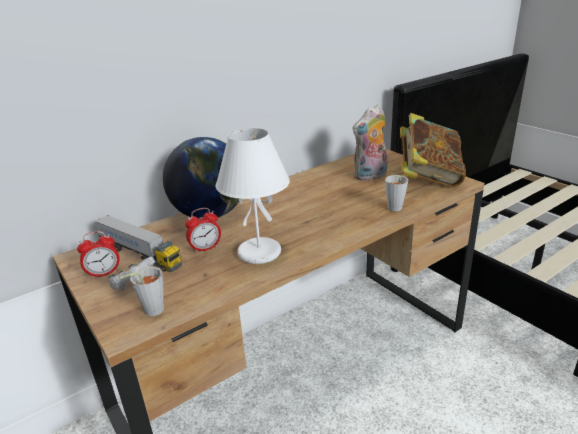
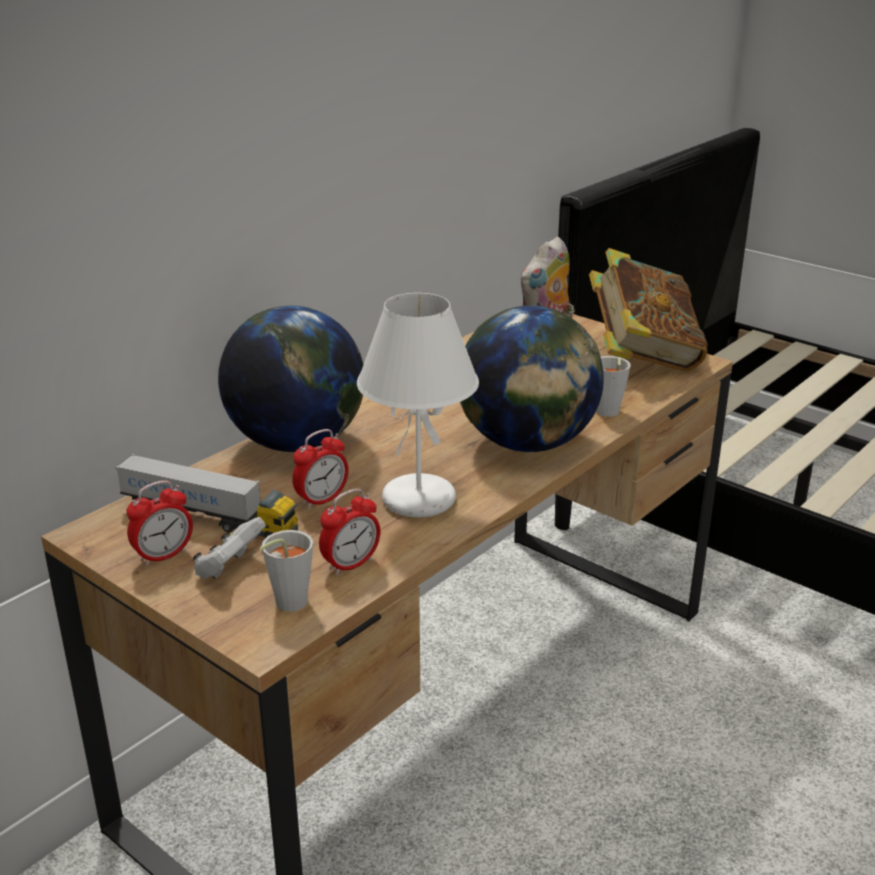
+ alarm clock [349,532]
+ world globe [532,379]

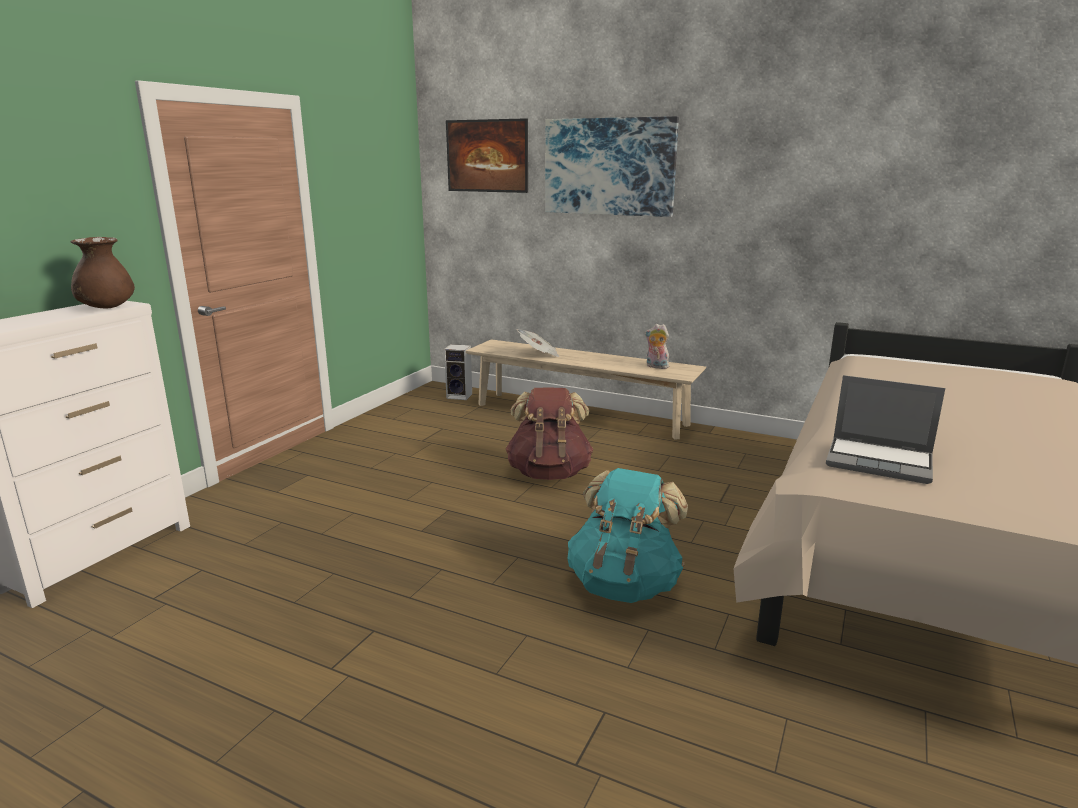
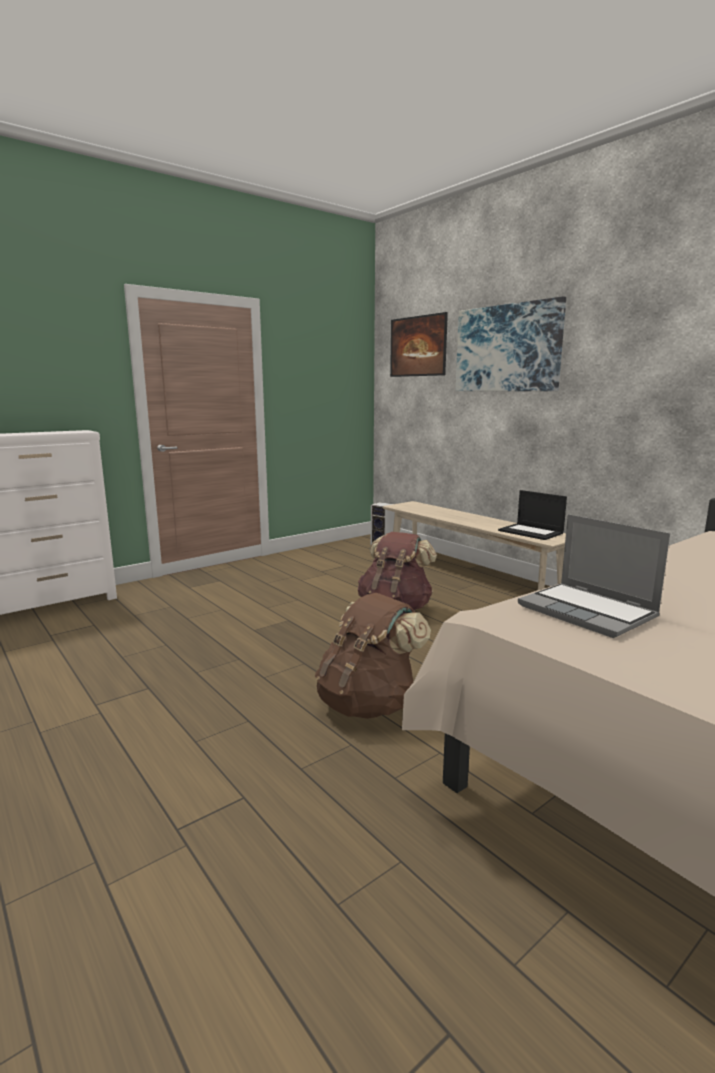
- vase/brown-coloured [103,273]
- printed paper [538,343]
~ rucksack/blue-green [627,535] to rucksack/brown-coloured [373,656]
~ cuddly toy [657,346] to portable computer [532,515]

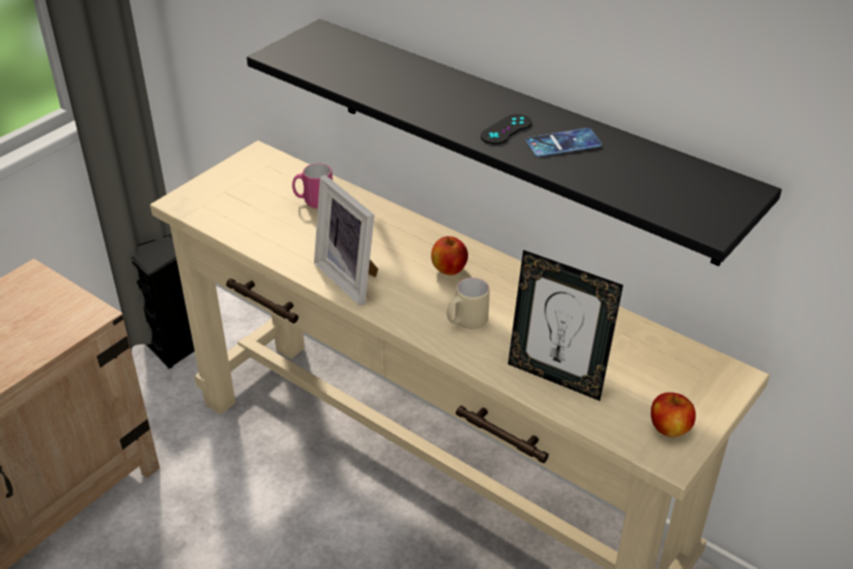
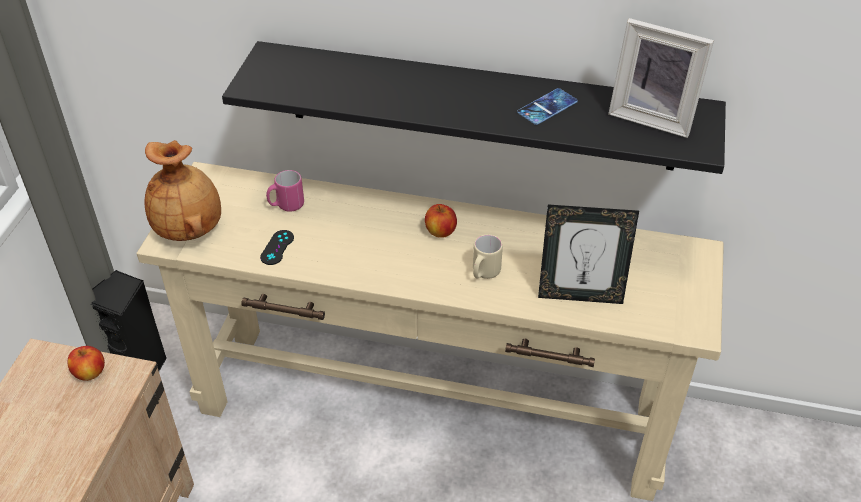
~ photo frame [346,240] to [661,78]
~ gamepad/black-coloured [506,129] to [277,247]
~ apple [673,414] to [86,363]
+ vase/brown-coloured [182,190]

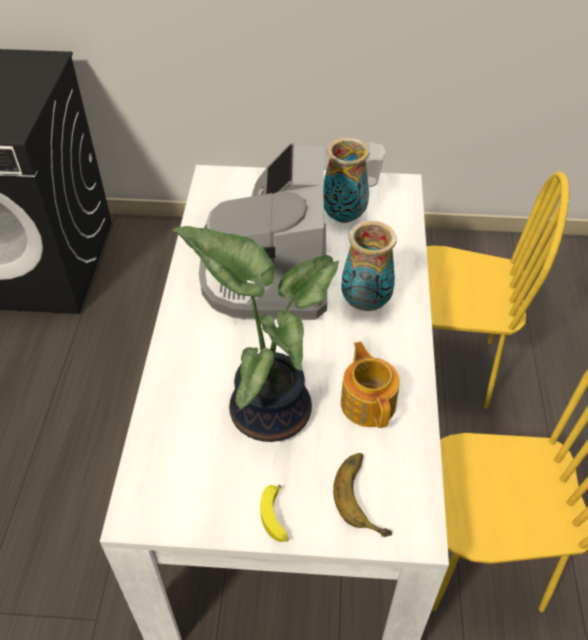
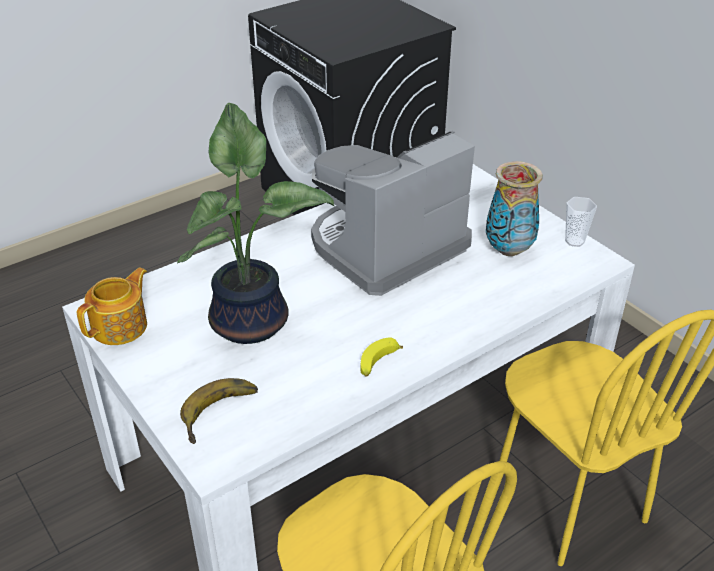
~ whole banana [274,513] to [381,357]
- vase [369,266]
~ pot for tea [370,384] to [112,306]

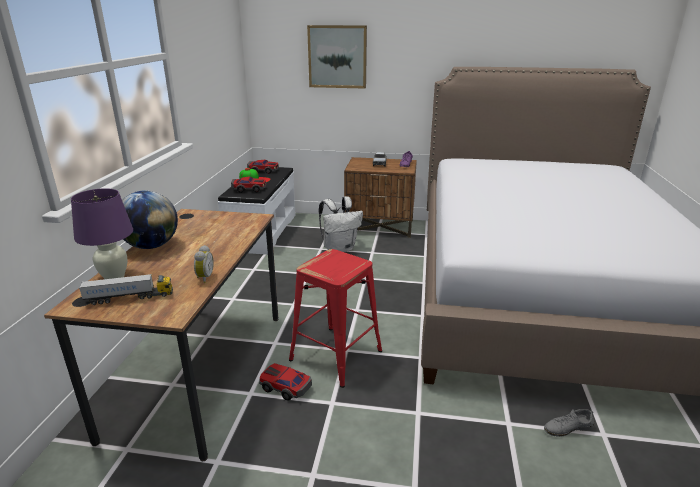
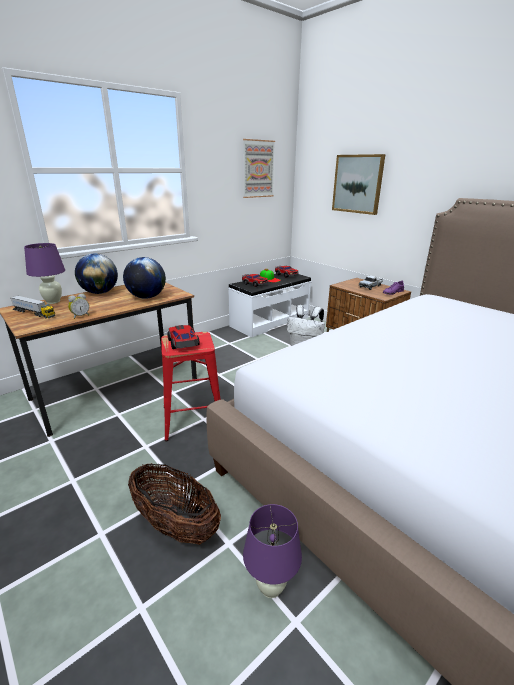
~ toy car [285,382] to [183,337]
~ shoe/grey [569,423] to table lamp/purple-coloured [272,551]
+ world globe [144,278]
+ household basket [174,504]
+ picture [259,168]

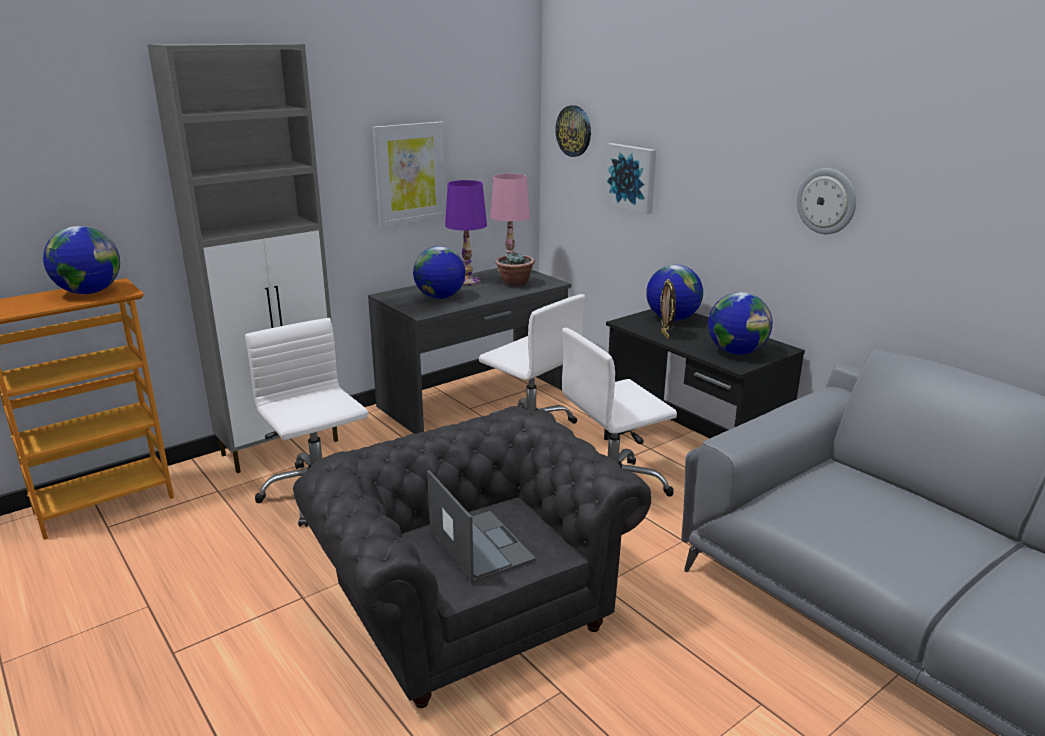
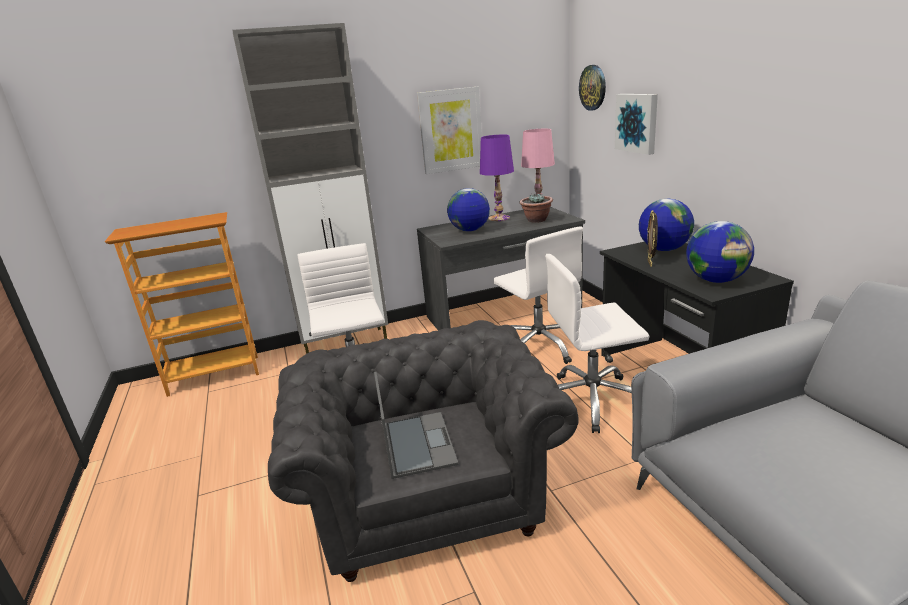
- world globe [81,260]
- wall clock [826,201]

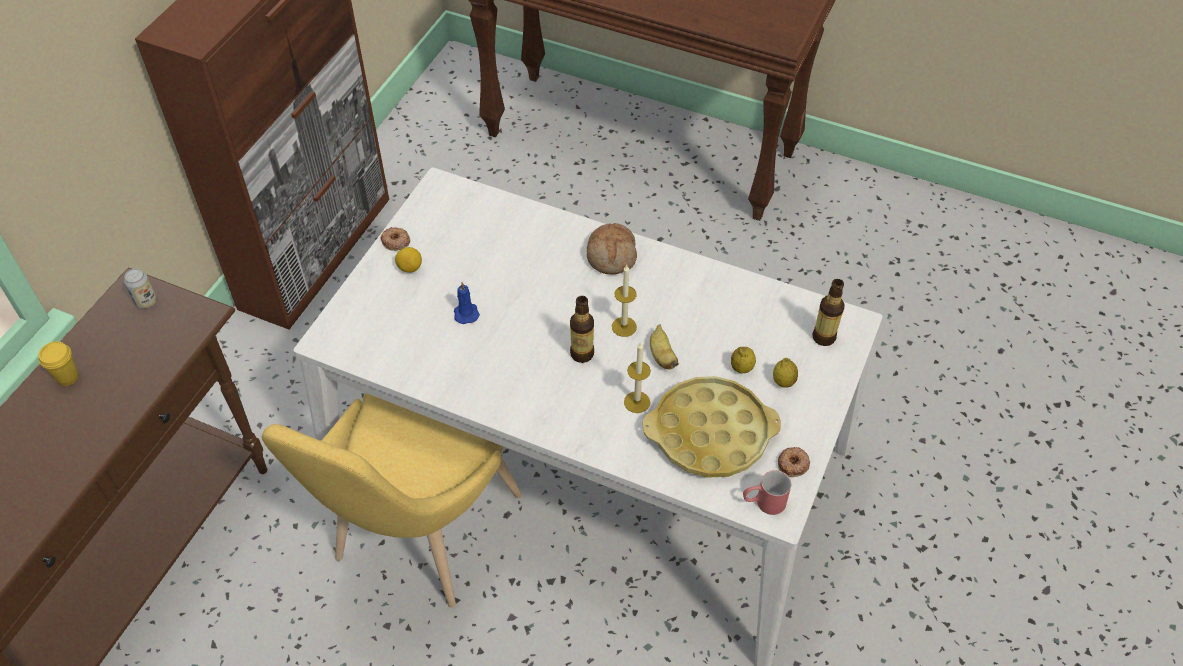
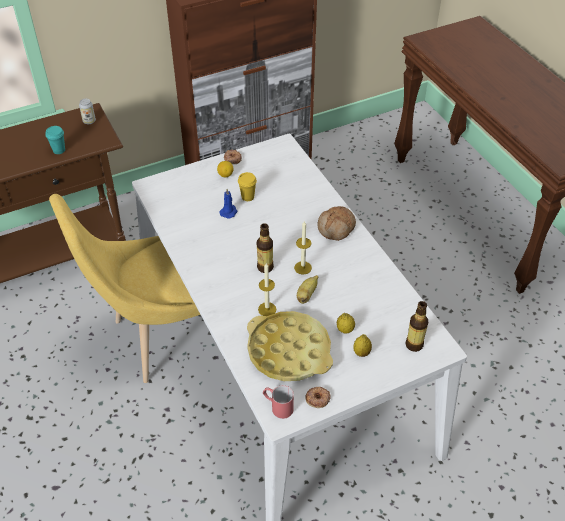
~ drinking cup/yellowish [58,363] to [247,186]
+ drinking cup/blue-green [55,140]

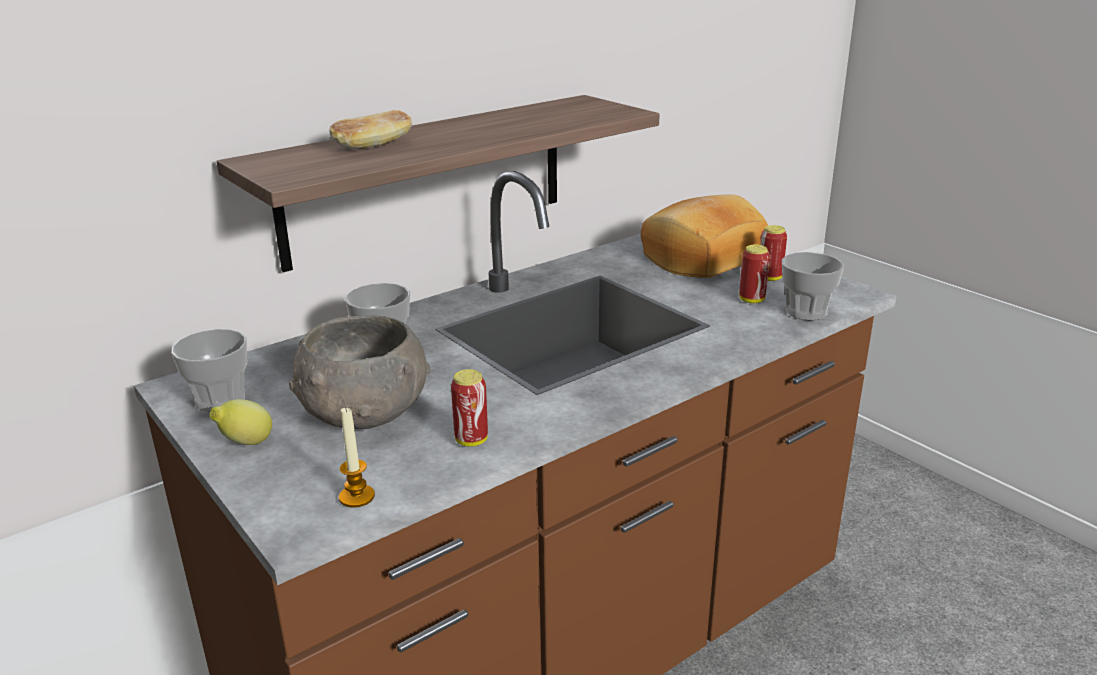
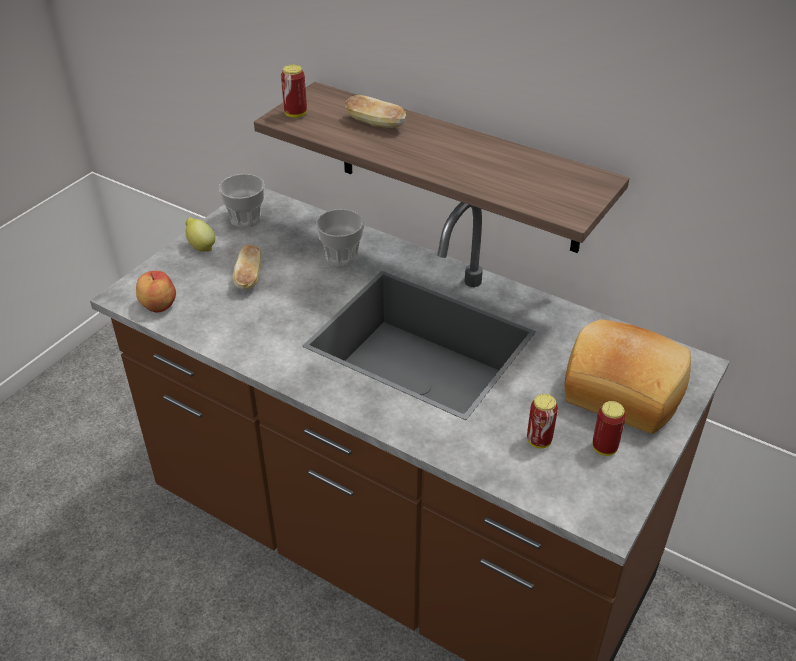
~ serving bowl/grey [359,372] to bakery bread [247,267]
~ candle [357,457] to apple [156,292]
~ sealed can [469,408] to [294,91]
- drinking cup [813,286]

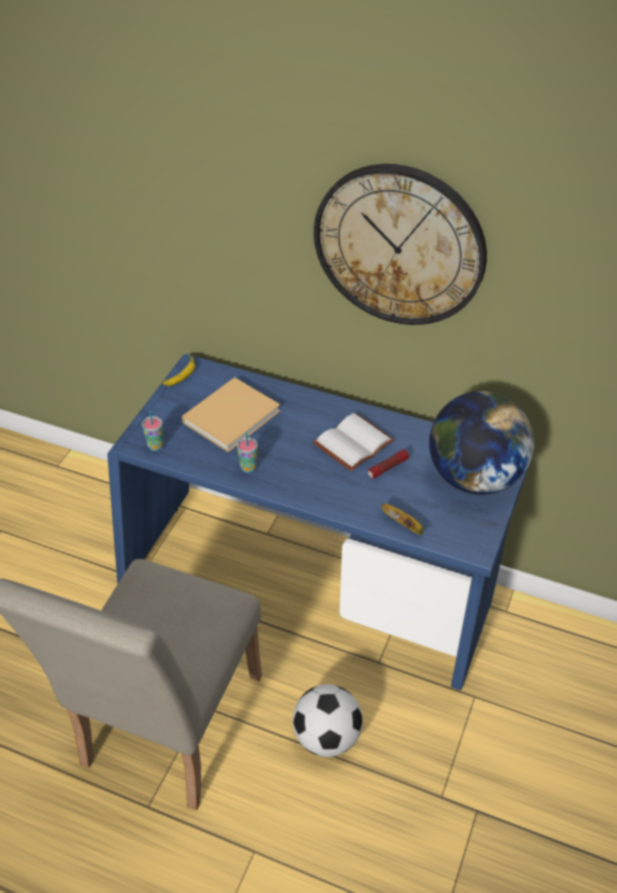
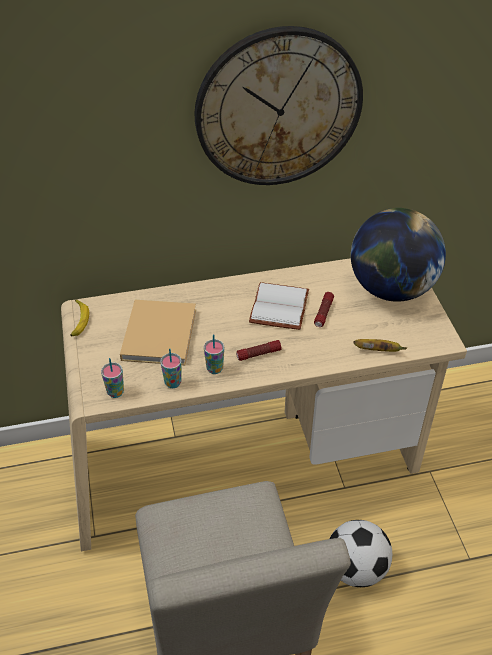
~ desk table/bluish [318,522] to desk table/beige [264,404]
+ drinking cup [171,368]
+ torch [258,350]

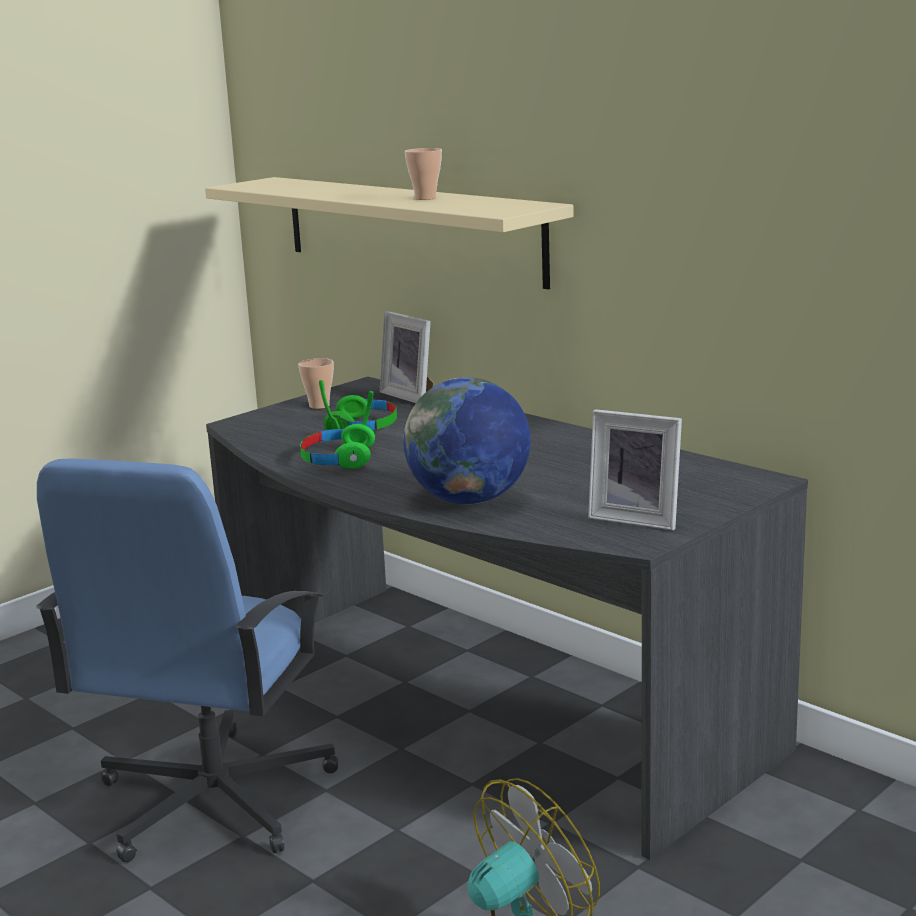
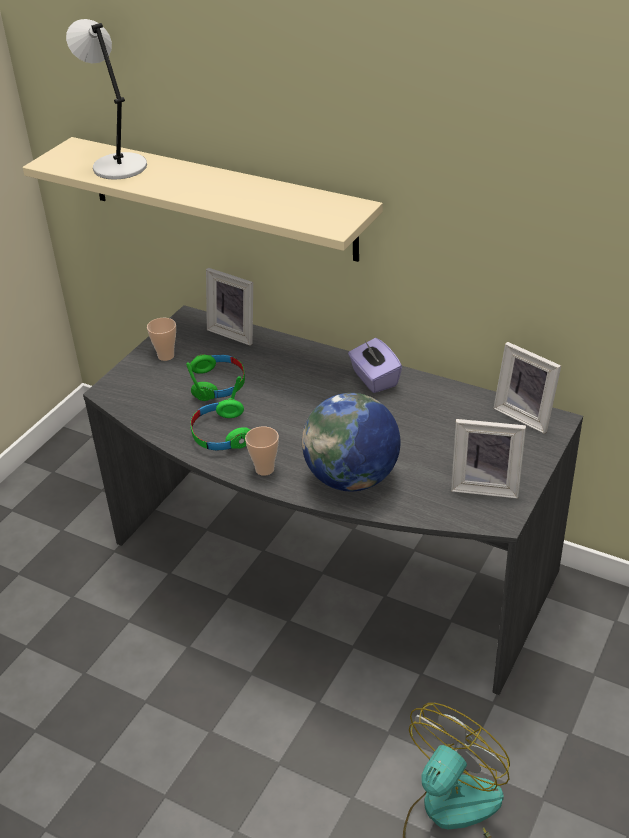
- office chair/bluish [187,660]
~ drinking cup [423,174] to [262,451]
+ table lamp/grey [106,99]
+ box of tissues/purple-coloured [375,365]
+ photo frame [527,388]

